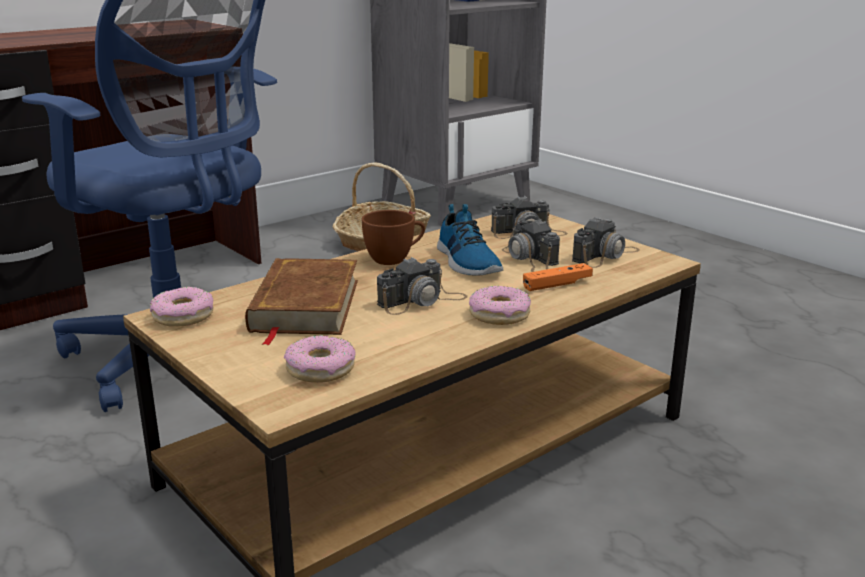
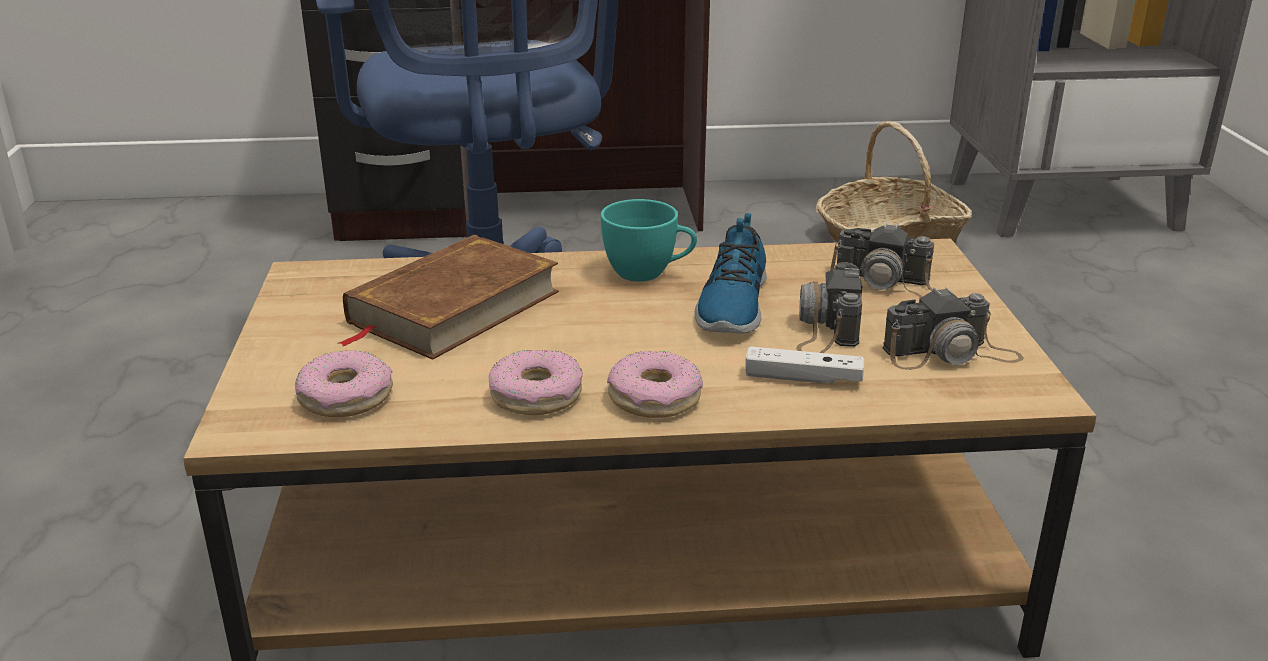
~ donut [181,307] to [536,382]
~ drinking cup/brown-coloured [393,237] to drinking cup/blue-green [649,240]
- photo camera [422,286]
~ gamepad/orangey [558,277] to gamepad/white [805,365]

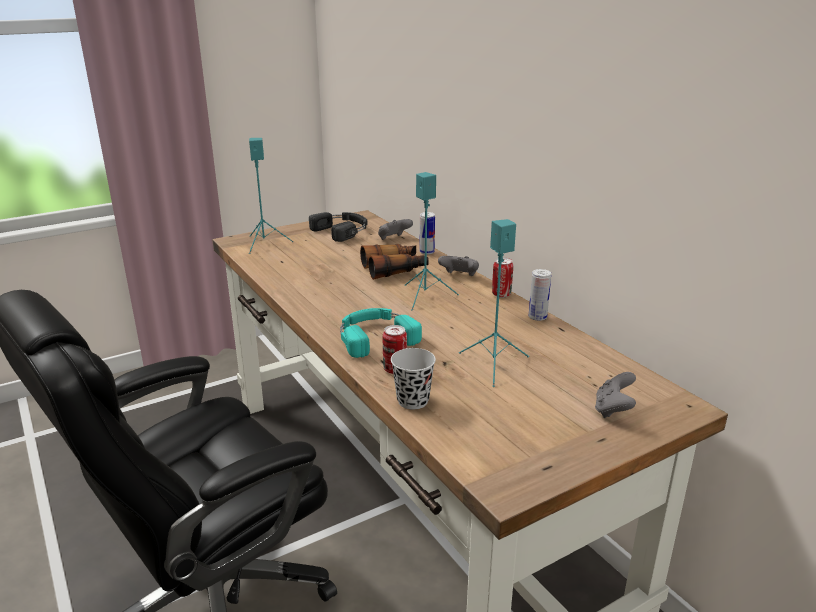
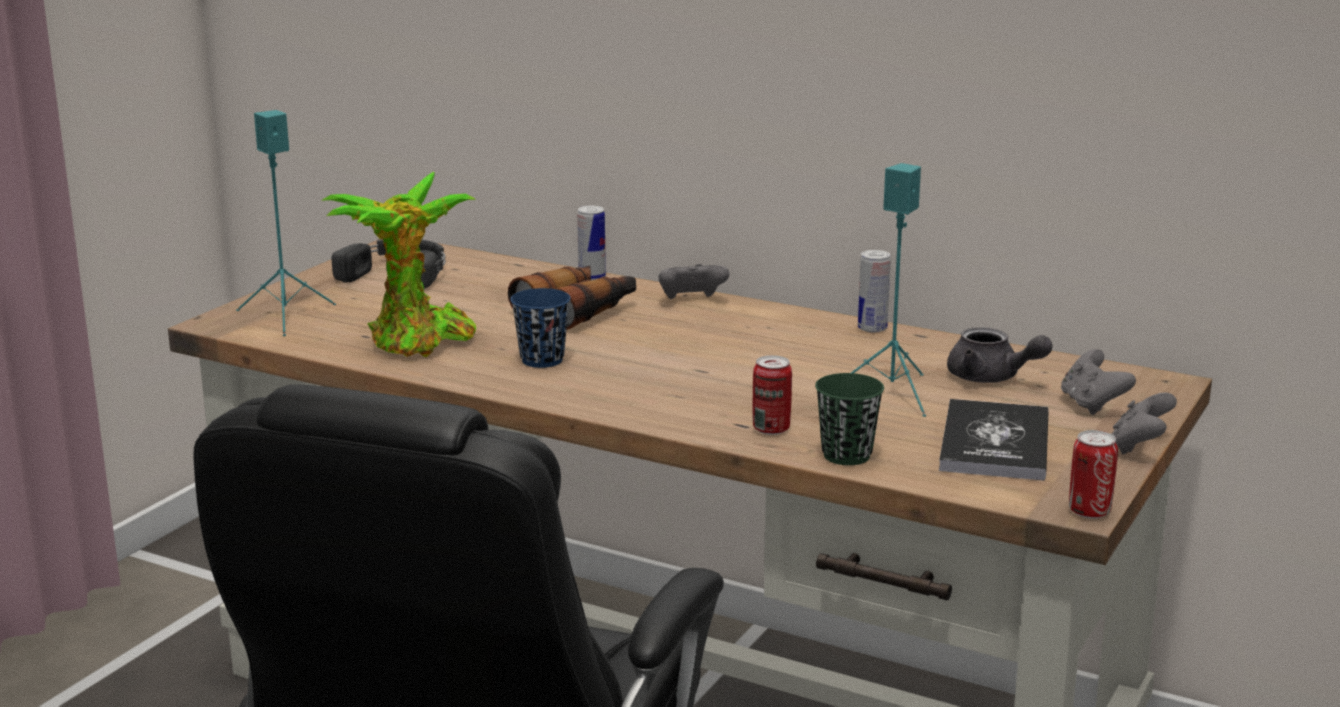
- pair of headphones/blue-green [381,333]
~ gamepad/grey [395,229] to [1144,423]
~ drinking cup/black-coloured [413,378] to drinking cup/green [849,419]
- loudspeaker/blue-green [432,241]
~ sealed can [502,277] to [1093,474]
+ potted plant [399,264]
+ drinking cup/bluish [540,328]
+ volume [994,440]
+ pot for tea/grey [1000,355]

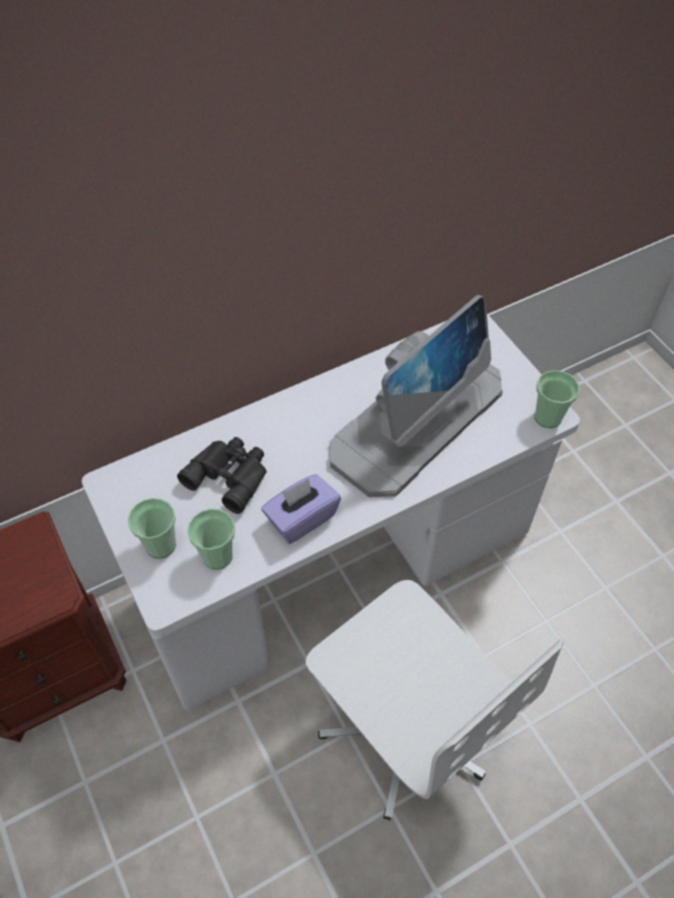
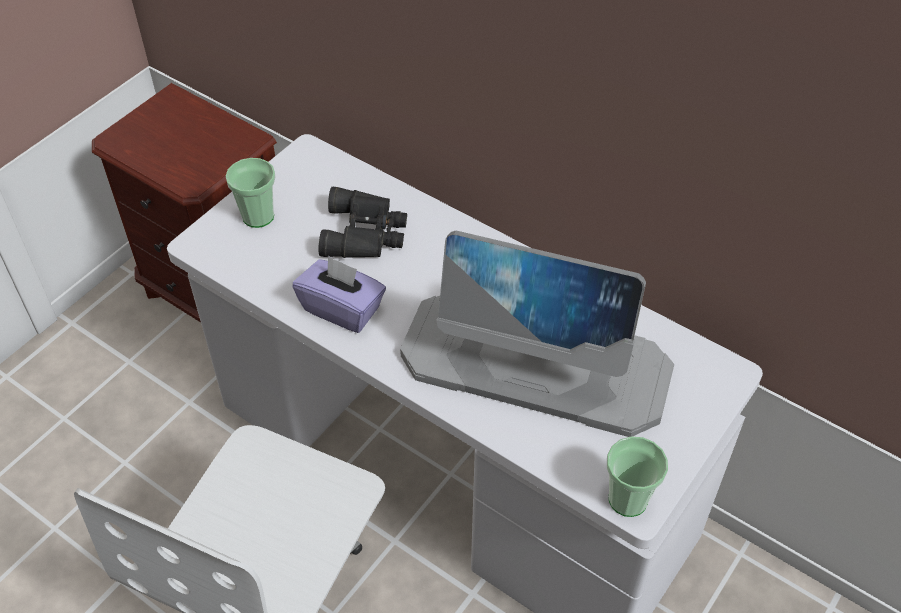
- drinking cup [211,539]

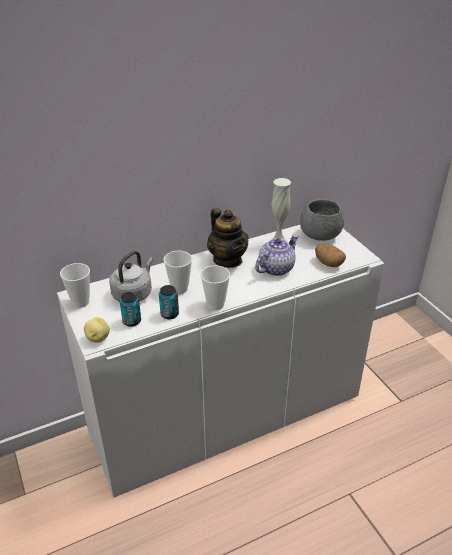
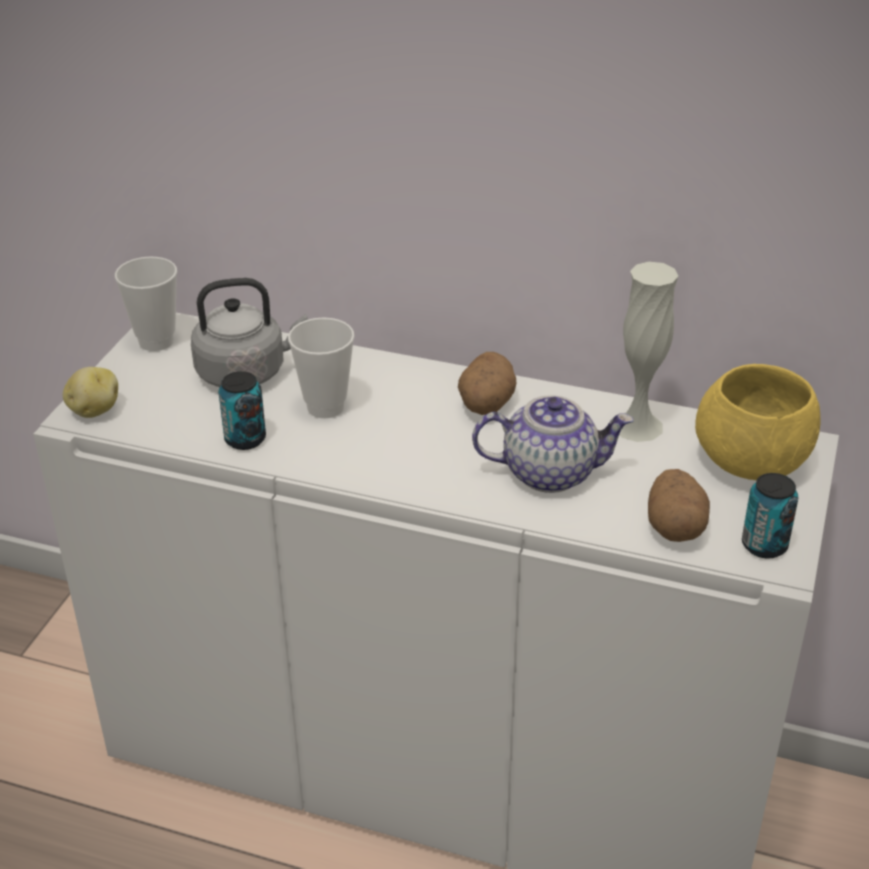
~ sealed can [130,309] to [770,516]
- drinking cup [215,287]
~ pot for tea [228,238] to spud [487,383]
~ serving bowl/grey [322,220] to serving bowl/yellowish [758,422]

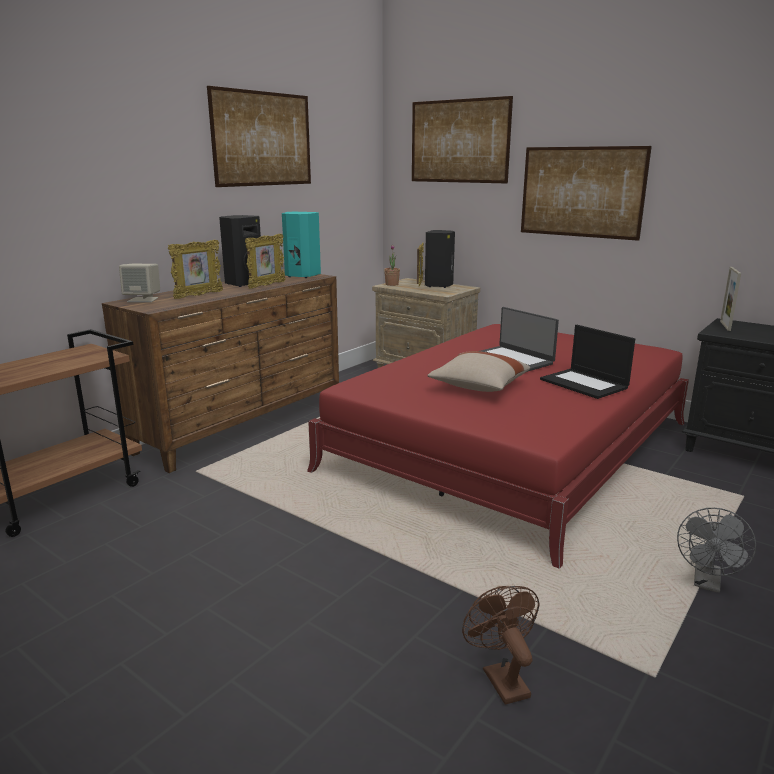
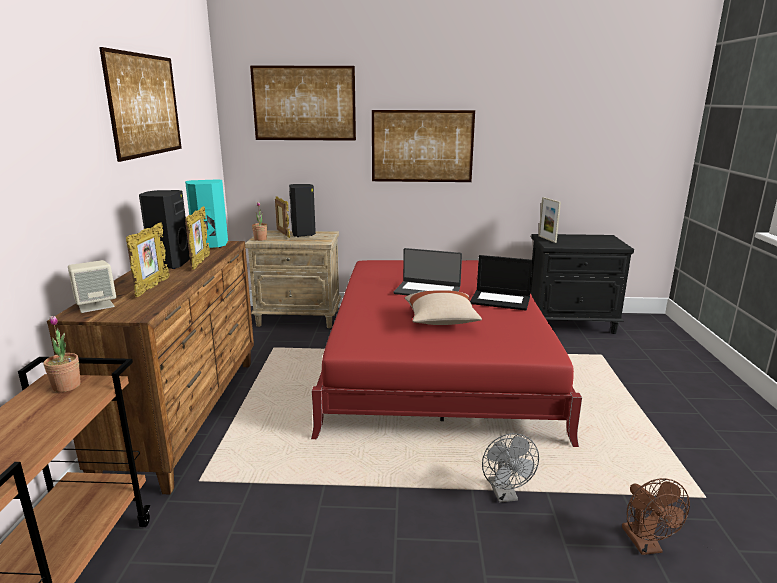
~ fan/brown-coloured [501,645] = [656,516] 135 degrees counterclockwise
~ fan/grey [716,550] to [510,468]
+ potted plant [62,354]

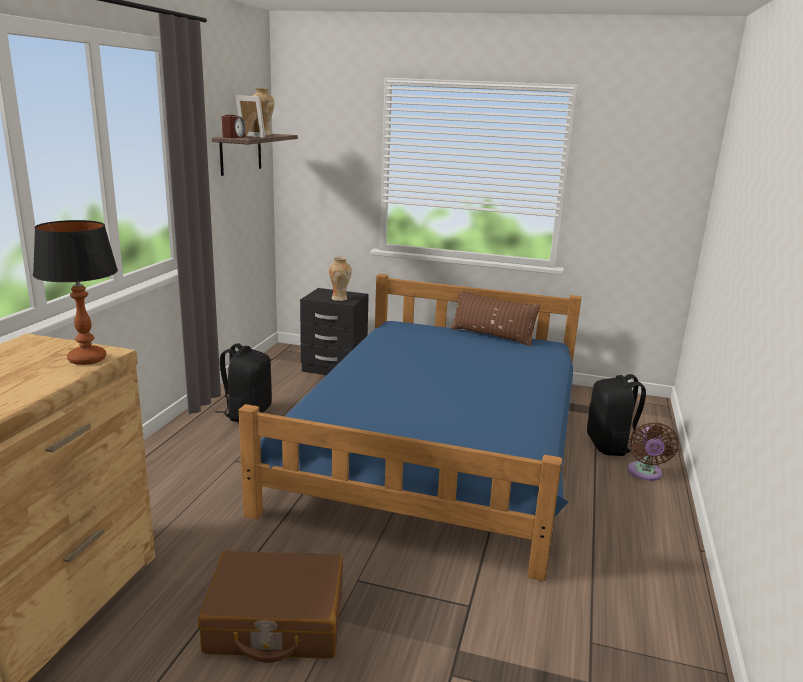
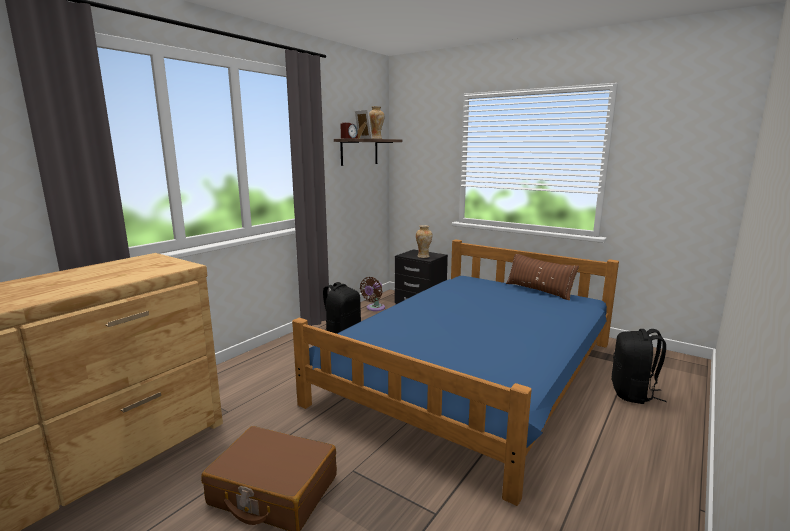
- table lamp [75,292]
~ fan/brown-coloured [652,451] to [372,294]

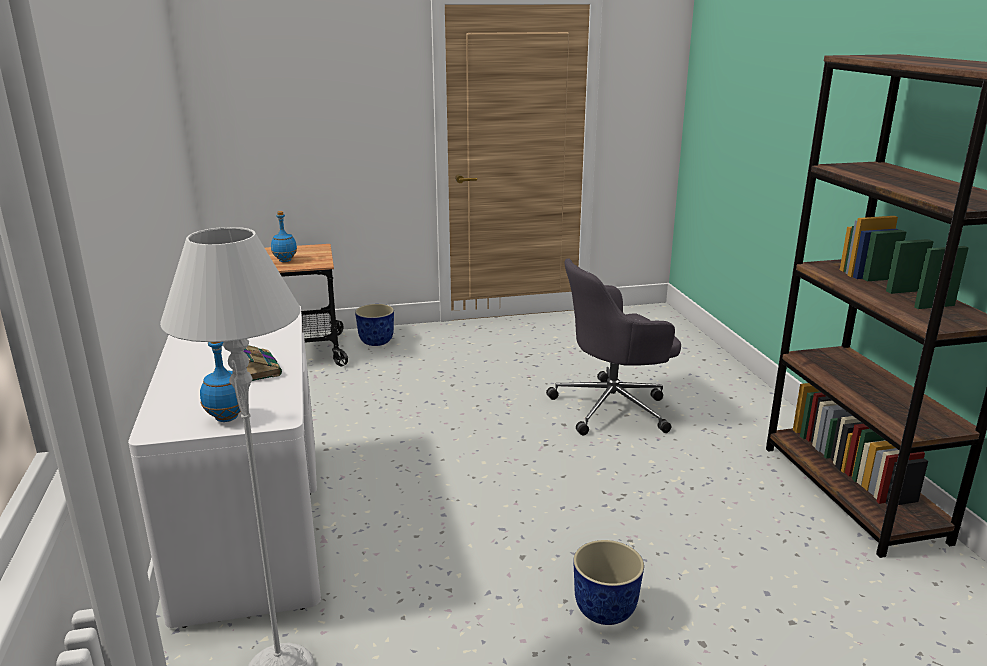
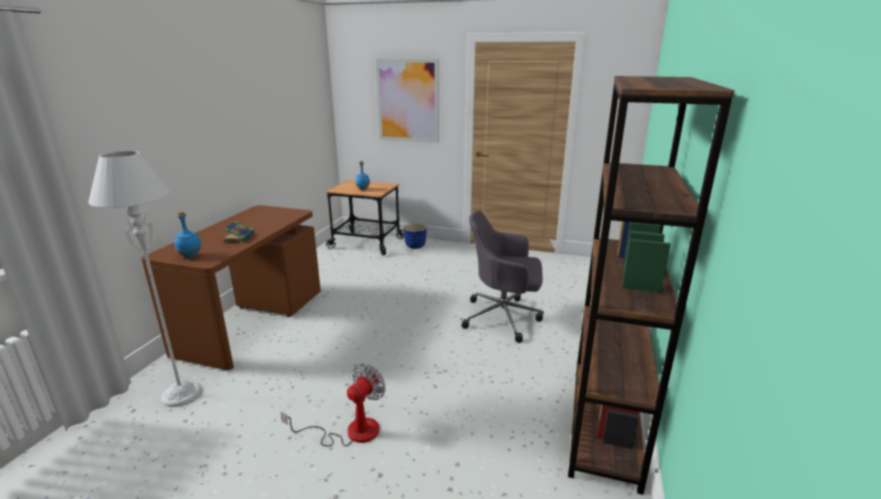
~ desk table/white [224,466] to desk table/brown-coloured [231,287]
~ plant pot [608,582] to fan [333,405]
+ picture [407,100]

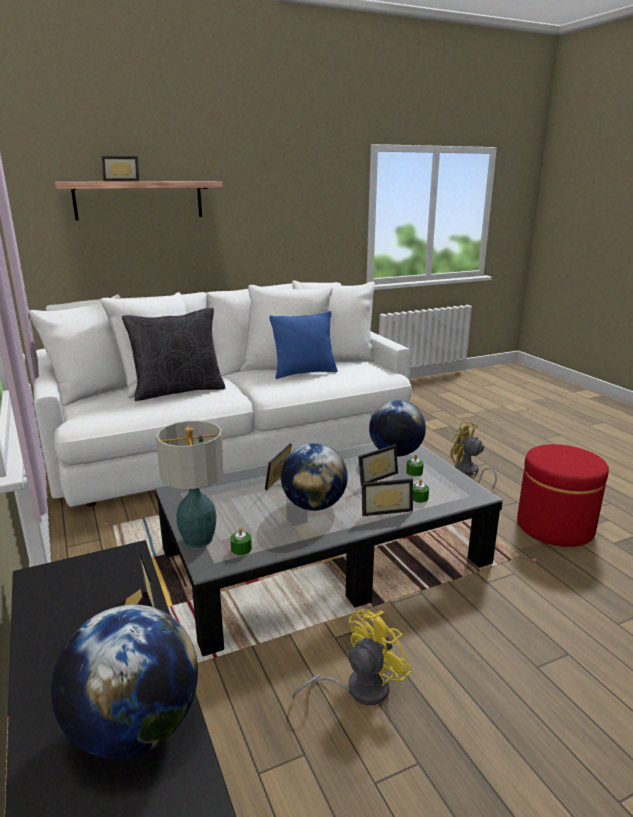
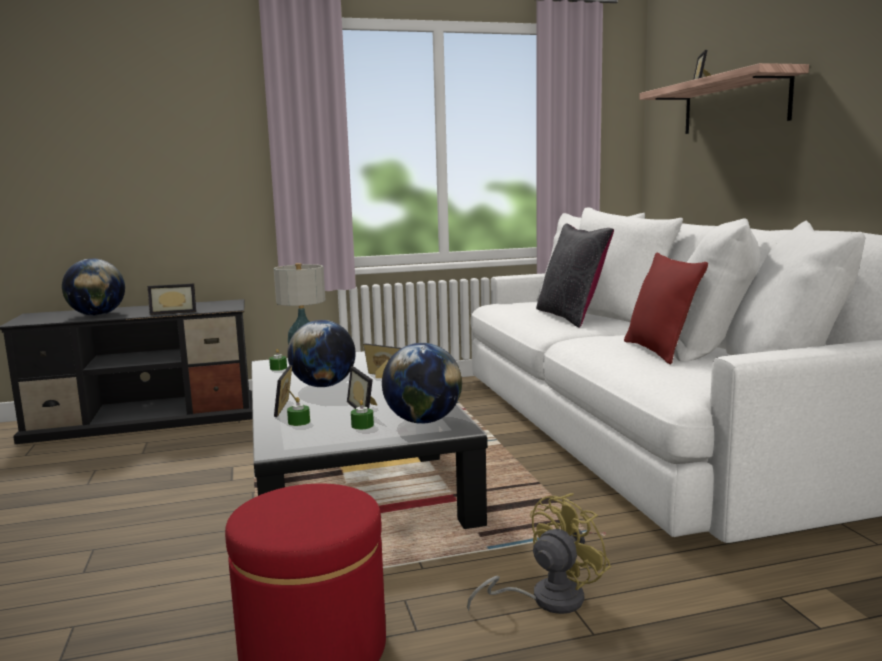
~ cushion/bluish [303,345] to cushion/red-coloured [666,309]
- fan/yellowish [352,657]

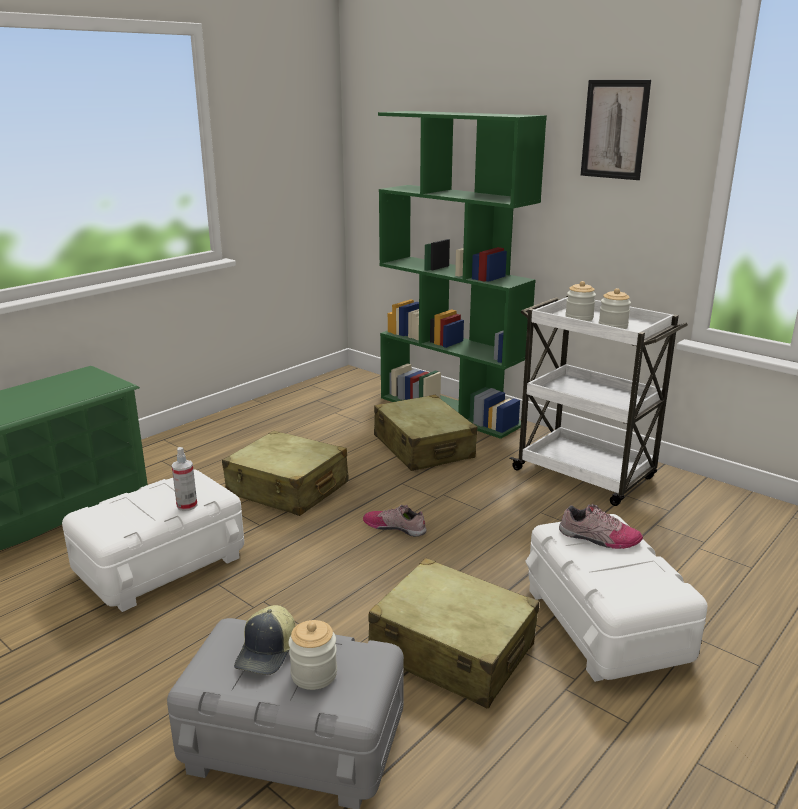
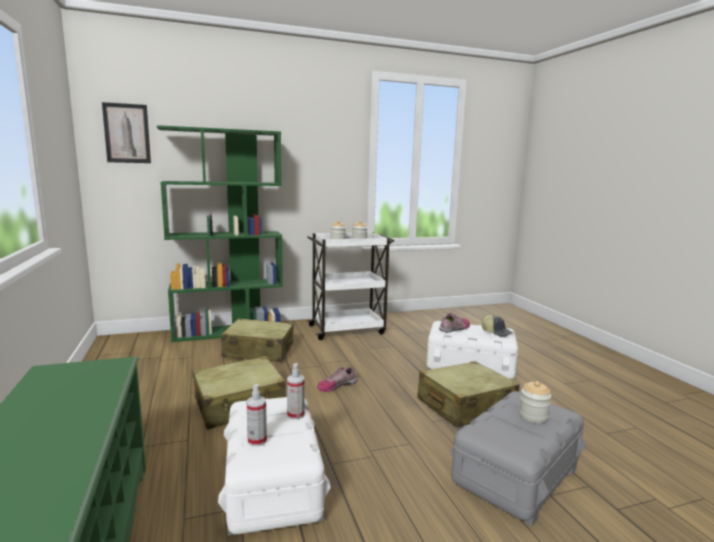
~ cap [264,640] to [497,326]
~ picture [616,130] to [126,132]
+ hand sprayer [256,415]

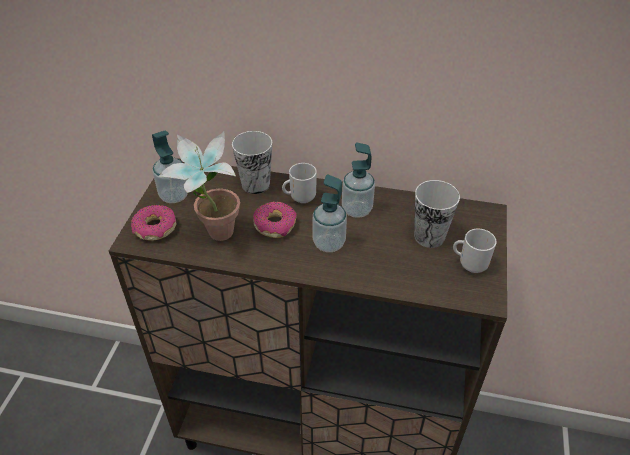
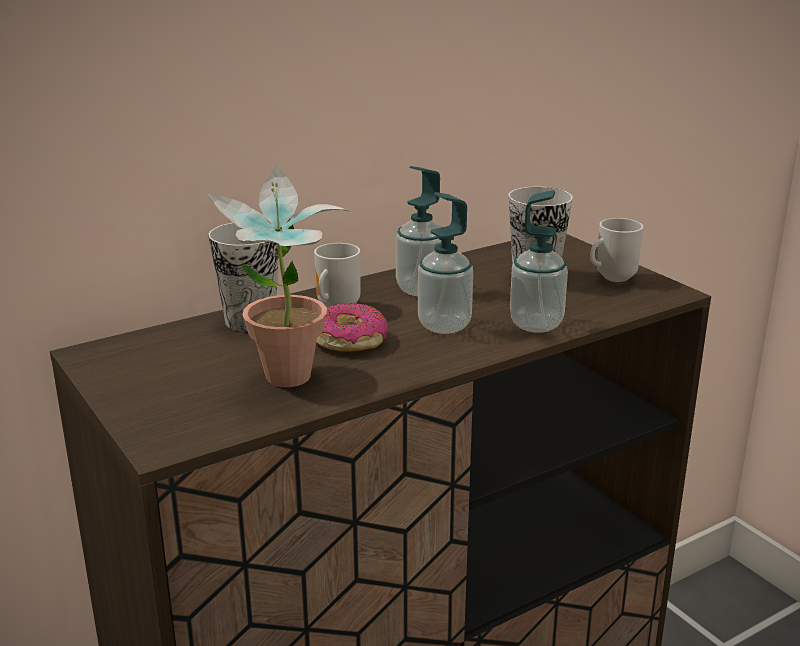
- donut [153,223]
~ liquid soap bottle [170,166] to [539,261]

